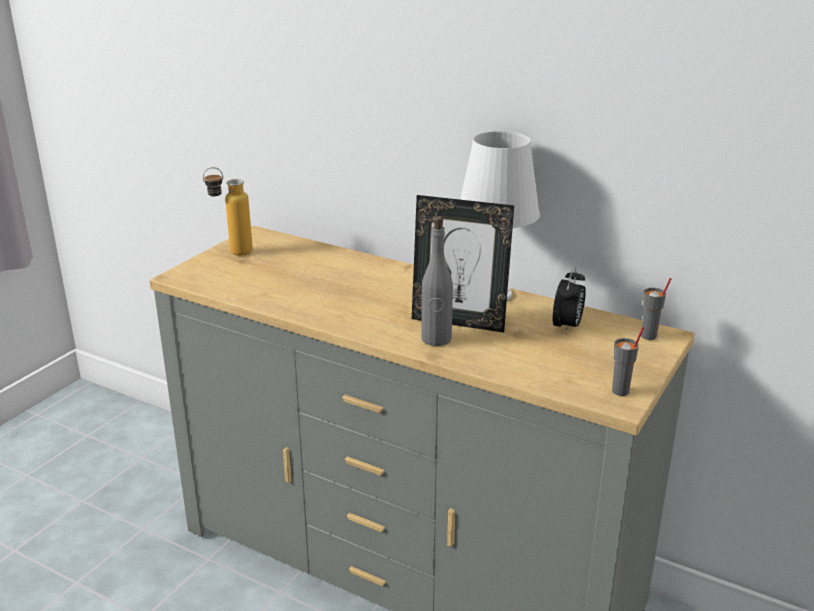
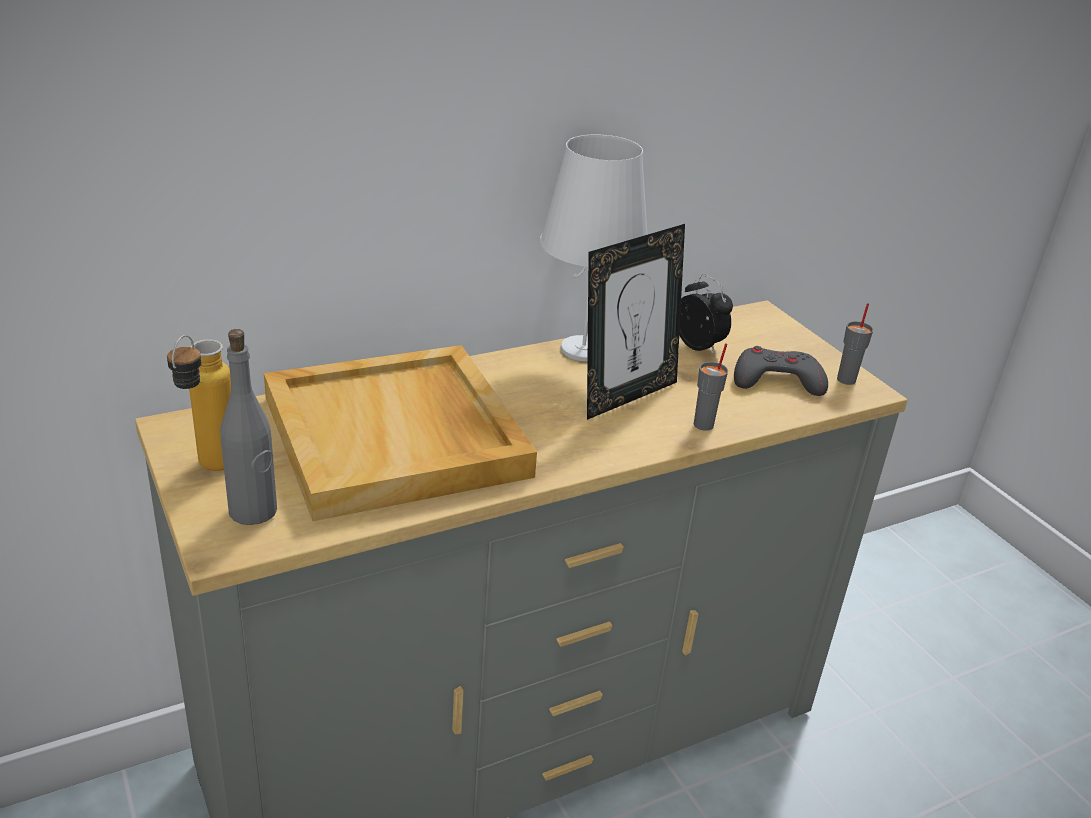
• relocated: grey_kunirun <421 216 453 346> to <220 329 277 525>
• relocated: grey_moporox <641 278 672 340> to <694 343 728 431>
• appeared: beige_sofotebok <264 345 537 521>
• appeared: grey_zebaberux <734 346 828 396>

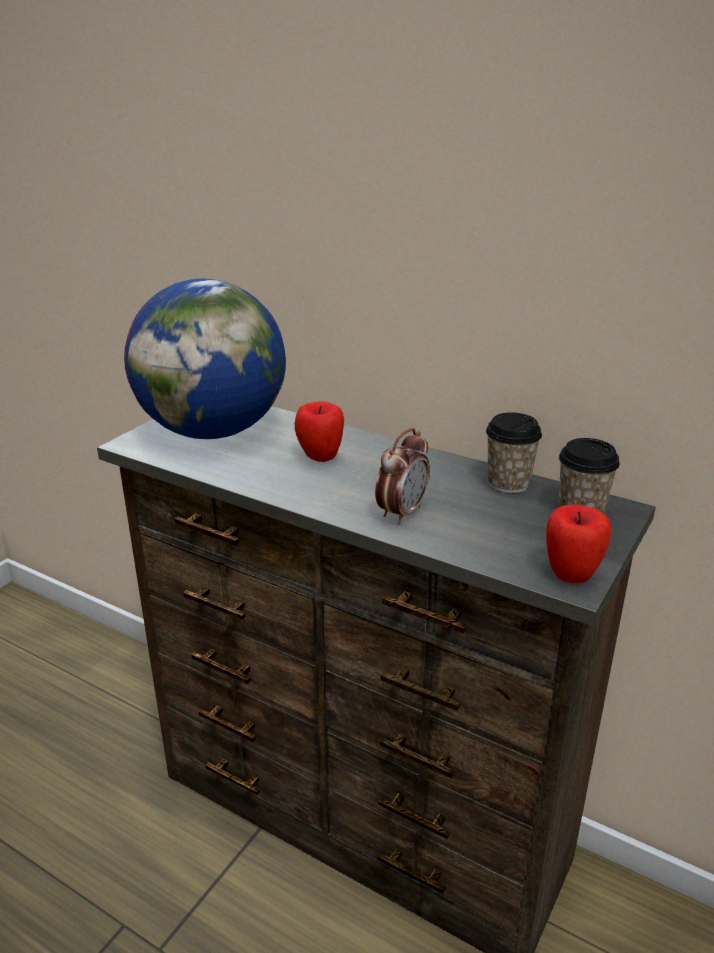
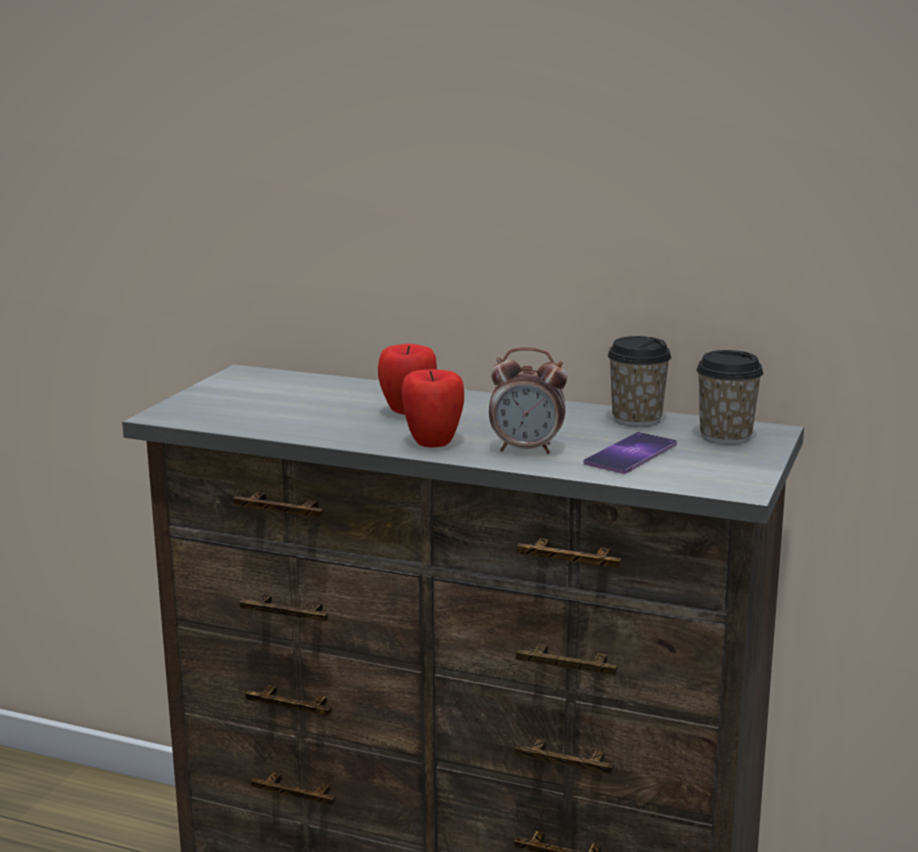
• missing: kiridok <124 279 286 439>
• spun: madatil <375 428 430 525> = <489 347 567 454> 75 degrees clockwise
• relocated: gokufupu <546 505 611 583> to <402 369 464 447>
• appeared: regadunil <583 432 677 474>

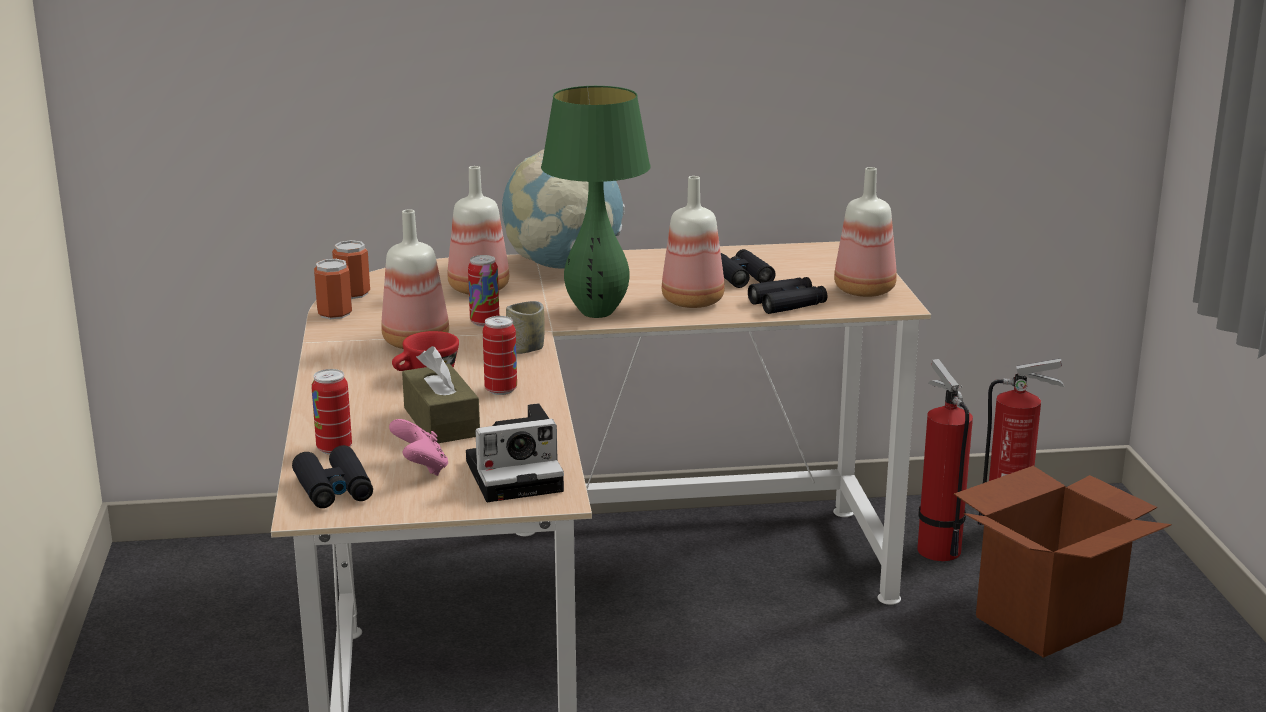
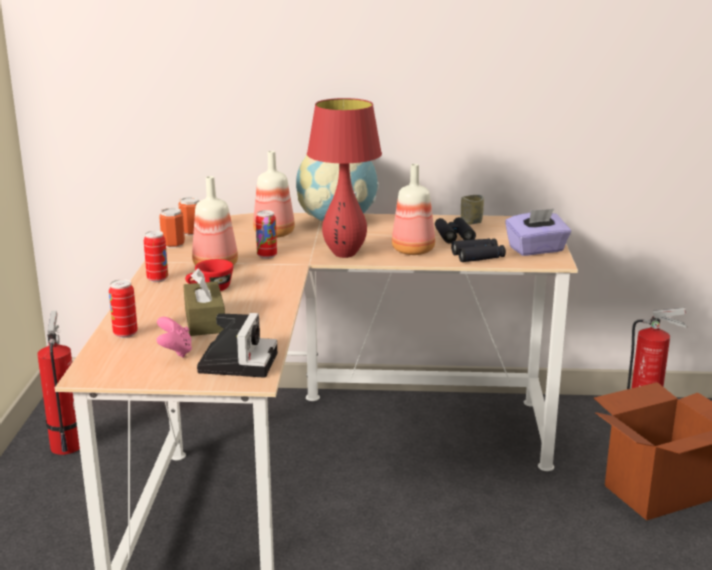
• colour: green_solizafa <541 86 651 318> to red_solizafa <307 98 382 258>
• exchanged: kunirun <834 167 897 297> to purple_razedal <505 209 571 256>
• relocated: moporox <506 301 545 354> to <461 195 484 225>
• relocated: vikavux <483 316 517 395> to <144 231 168 282>
• relocated: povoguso <917 359 973 561> to <37 311 80 455>
• spun: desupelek <466 403 564 502> = <197 313 277 378> 75 degrees counterclockwise
• missing: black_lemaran <292 445 373 508>

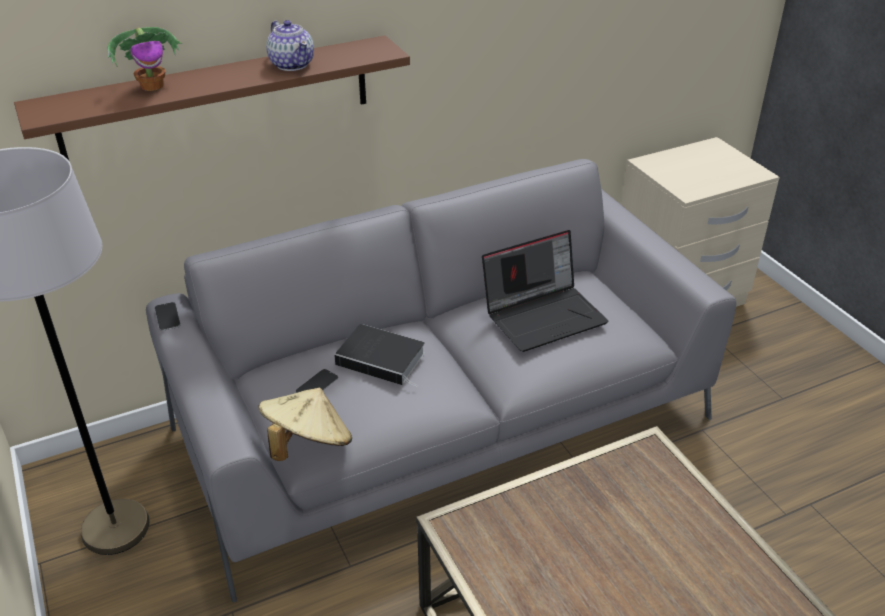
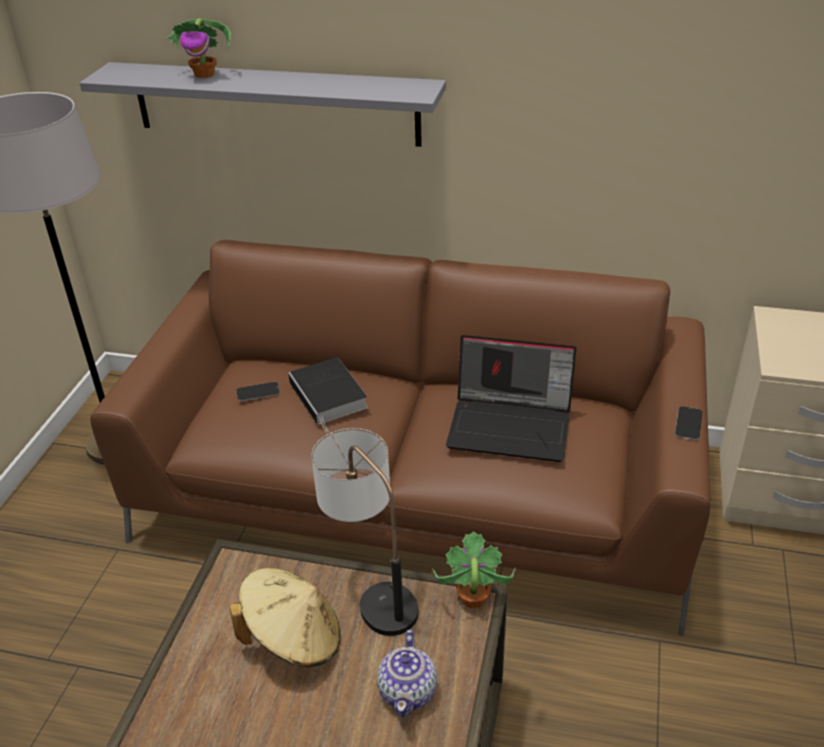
• relocated: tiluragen <266 20 314 71> to <377 629 437 717>
• colour: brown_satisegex <14 35 410 160> to grey_satisegex <80 62 446 147>
• colour: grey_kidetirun <146 159 736 602> to brown_kidetirun <90 240 710 636>
• relocated: regadunil <155 302 181 331> to <675 406 703 440>
• relocated: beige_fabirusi <258 387 352 461> to <229 568 340 667>
• appeared: solizafa <311 428 419 636>
• appeared: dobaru <432 531 516 608>

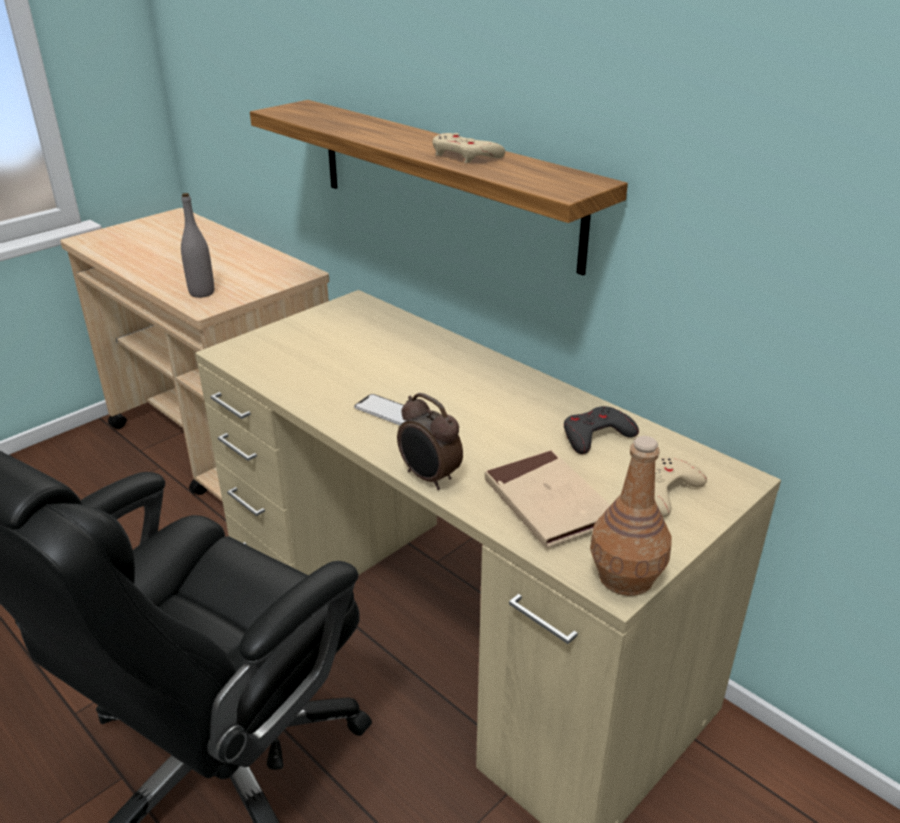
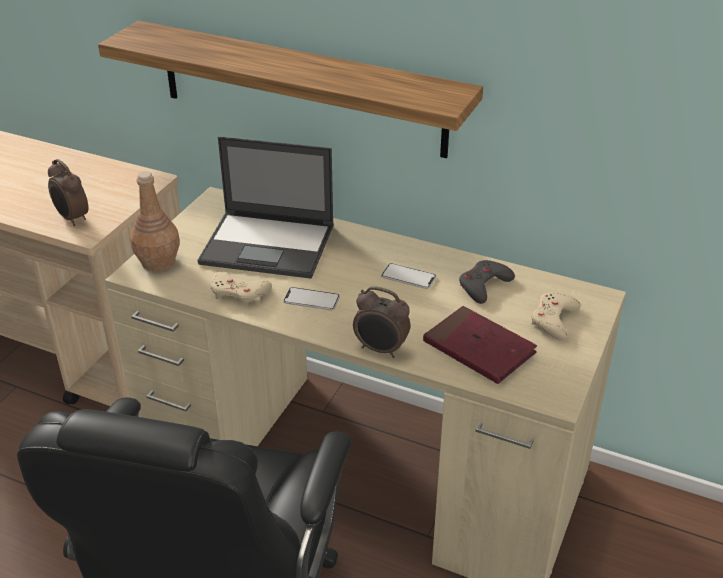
• relocated: beige_zebaberux <432 133 505 163> to <211 271 272 306>
• exchanged: grey_kunirun <181 193 214 298> to madatil <48 159 88 226>
• relocated: brown_kunirun <590 436 672 596> to <130 171 180 272>
• colour: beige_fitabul <485 450 610 548> to red_fitabul <423 306 537 384>
• appeared: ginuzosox <198 137 334 279>
• appeared: regadunil <381 263 436 289>

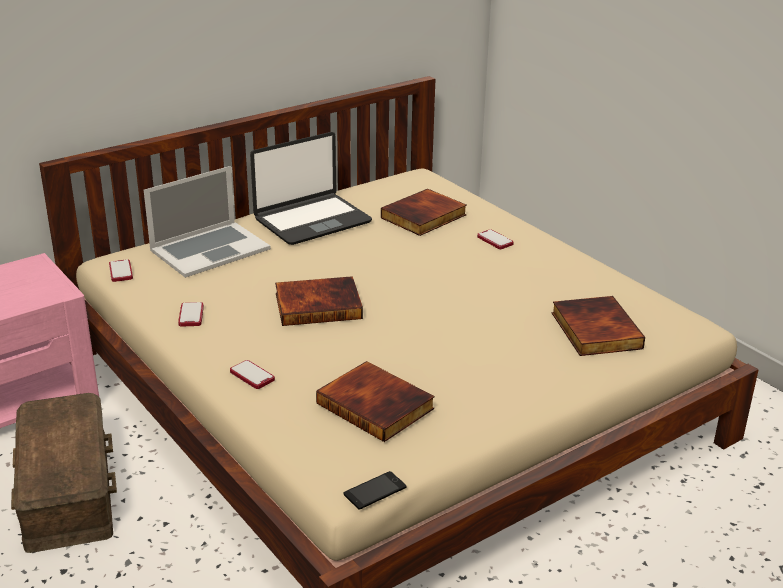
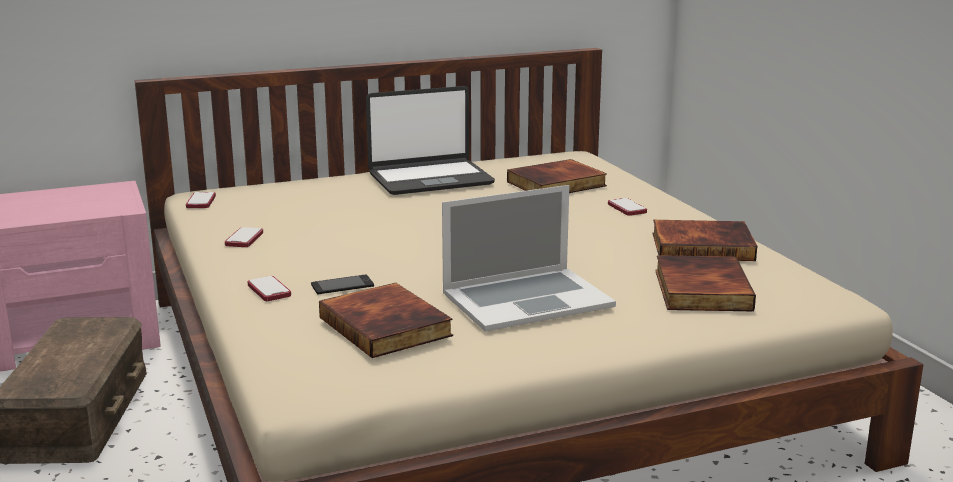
• relocated: ginuzosox <144 166 271 278> to <442 185 616 332>
• relocated: fitabul <275 276 363 326> to <653 220 757 261>
• relocated: regadunil <344 471 406 510> to <311 275 374 294>

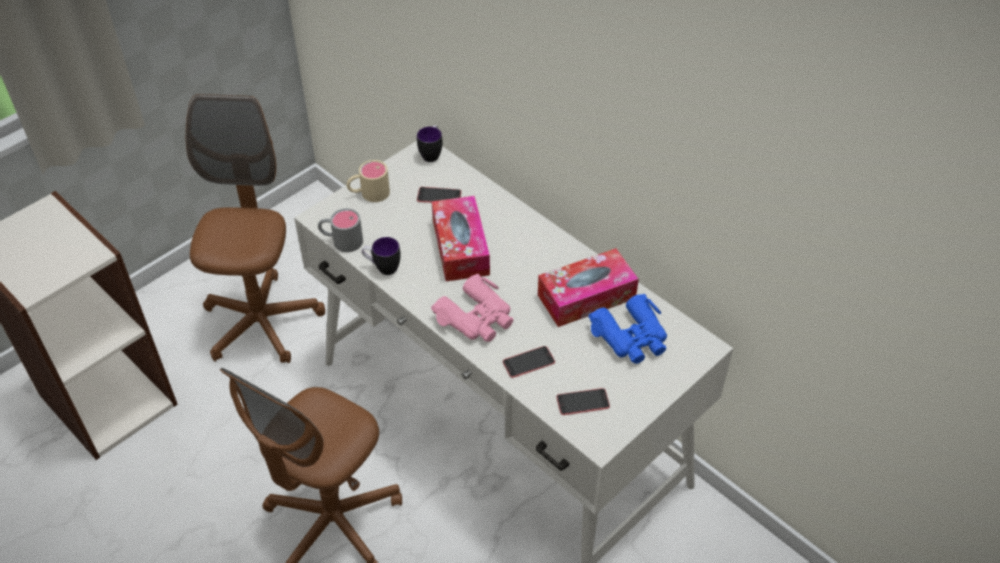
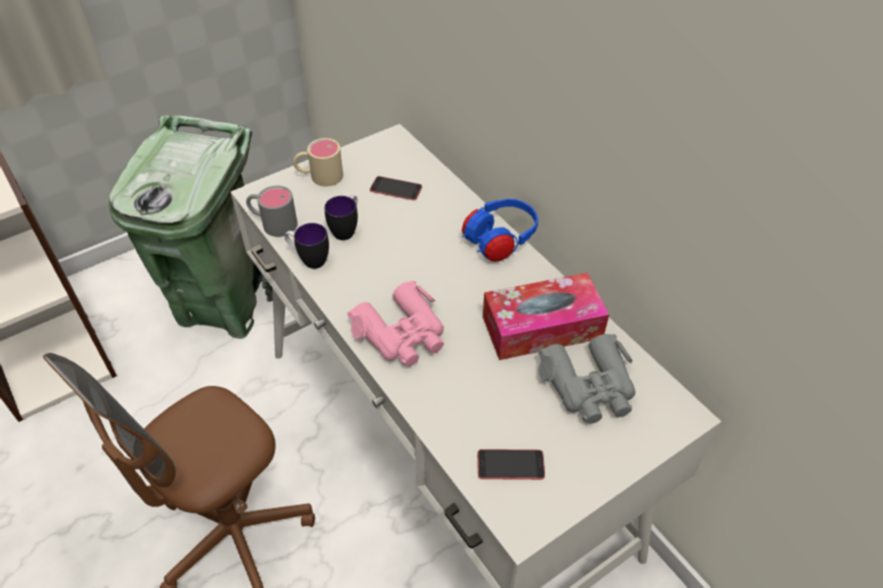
• exchanged: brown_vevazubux <186 94 325 363> to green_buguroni <109 115 273 339>
• relocated: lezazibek <417 125 442 162> to <324 195 358 240>
• missing: razedal <432 196 490 281>
• colour: blue_lemaran <588 294 667 364> to grey_lemaran <538 334 636 424>
• missing: regadunil <503 346 555 378>
• appeared: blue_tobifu <462 199 538 262>

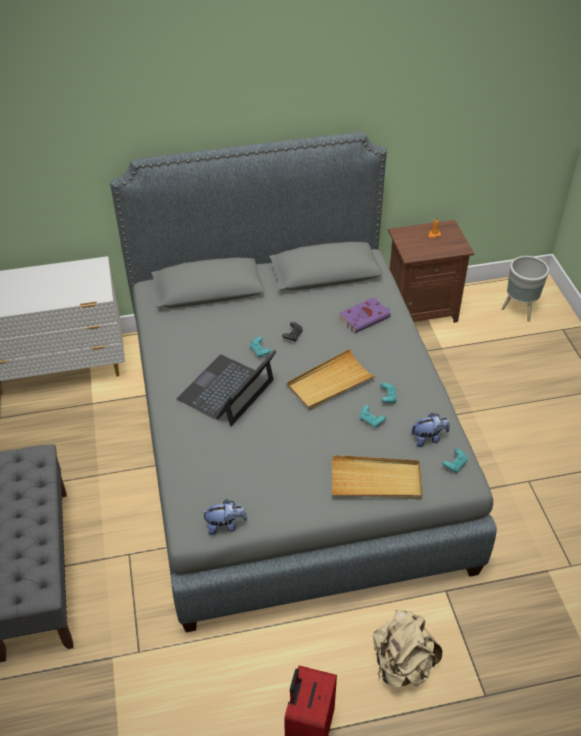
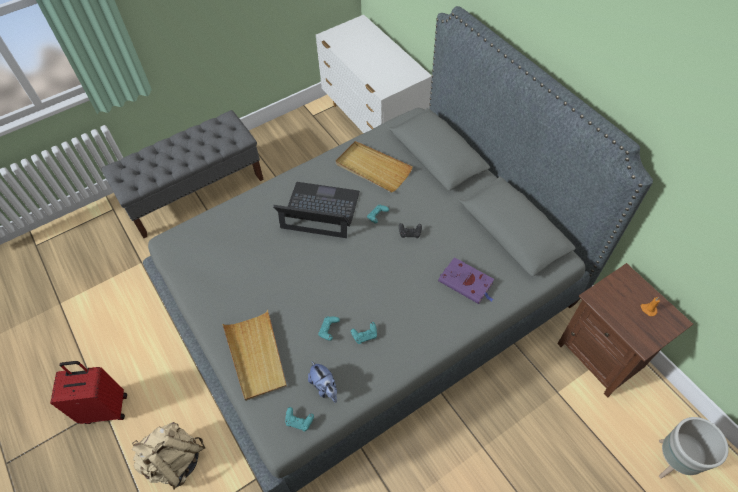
• relocated: beige_sofotebok <287 349 376 410> to <336 141 413 193>
• missing: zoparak <201 499 247 535>

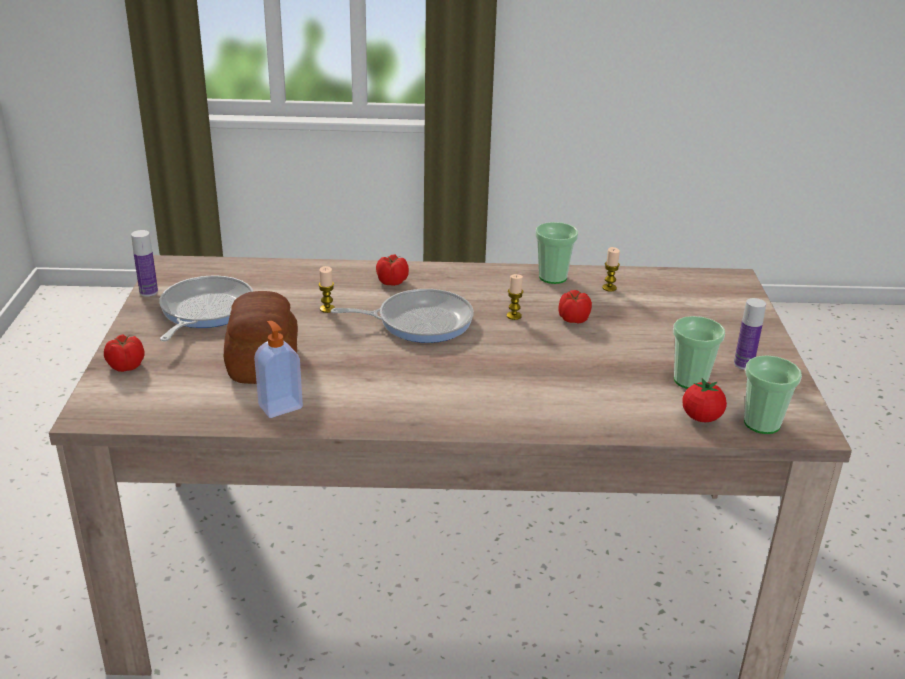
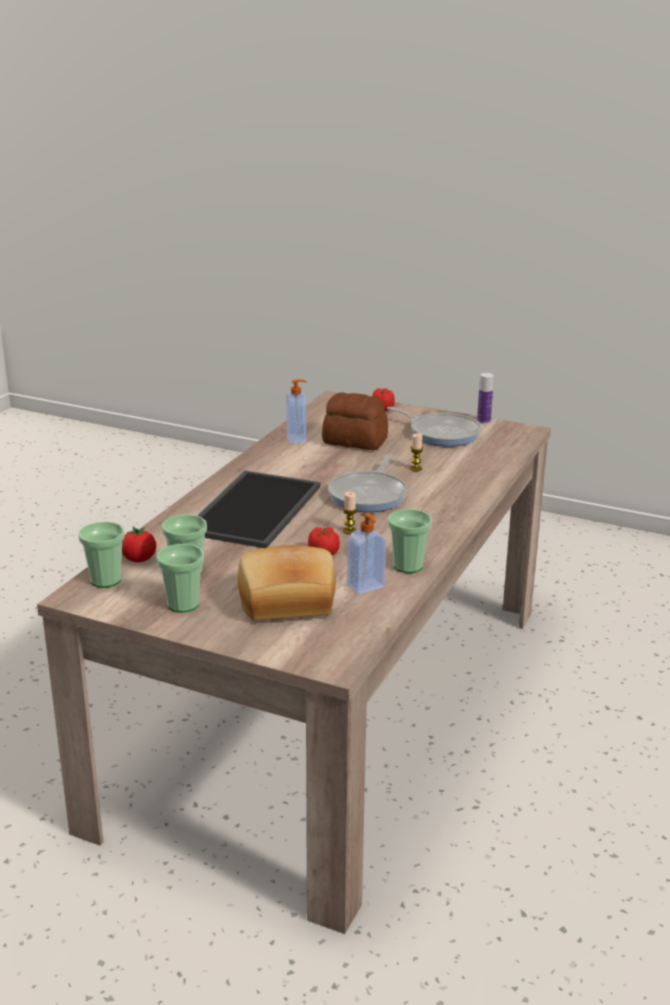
• exchanged: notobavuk <602 247 620 292> to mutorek <347 513 386 595>
• missing: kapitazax <376 254 409 286>
• exchanged: kunirun <734 298 766 370> to moporox <156 544 204 613>
• appeared: sofotebok <197 471 320 548>
• appeared: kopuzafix <238 545 336 621>

